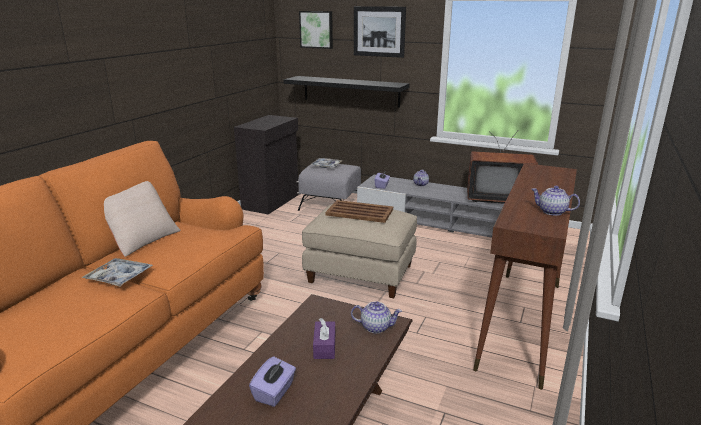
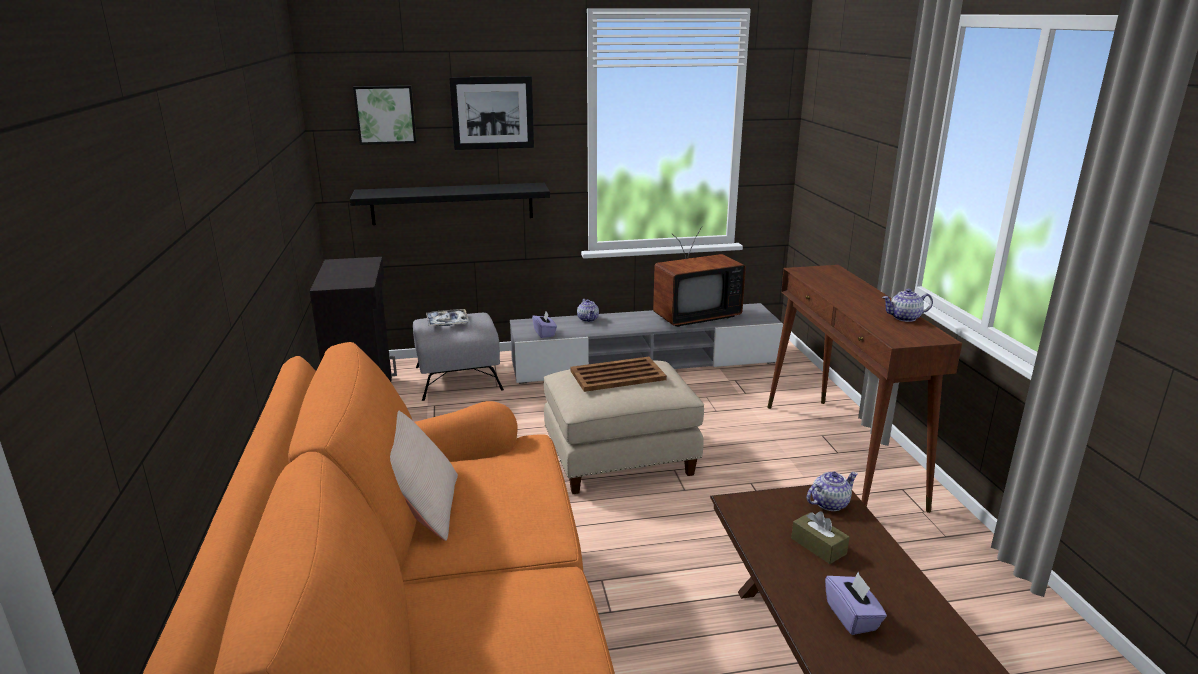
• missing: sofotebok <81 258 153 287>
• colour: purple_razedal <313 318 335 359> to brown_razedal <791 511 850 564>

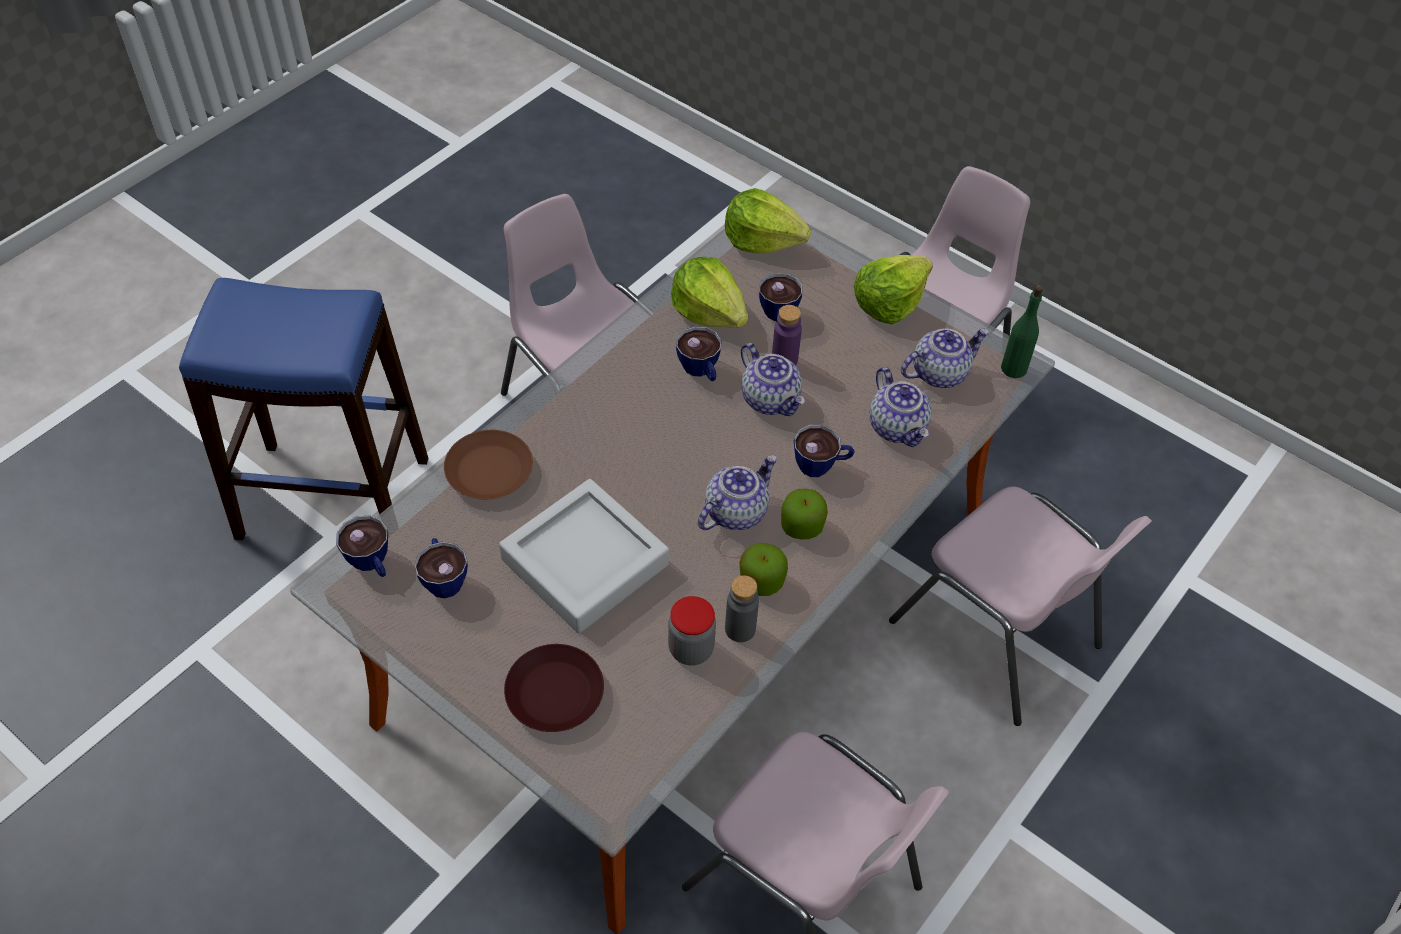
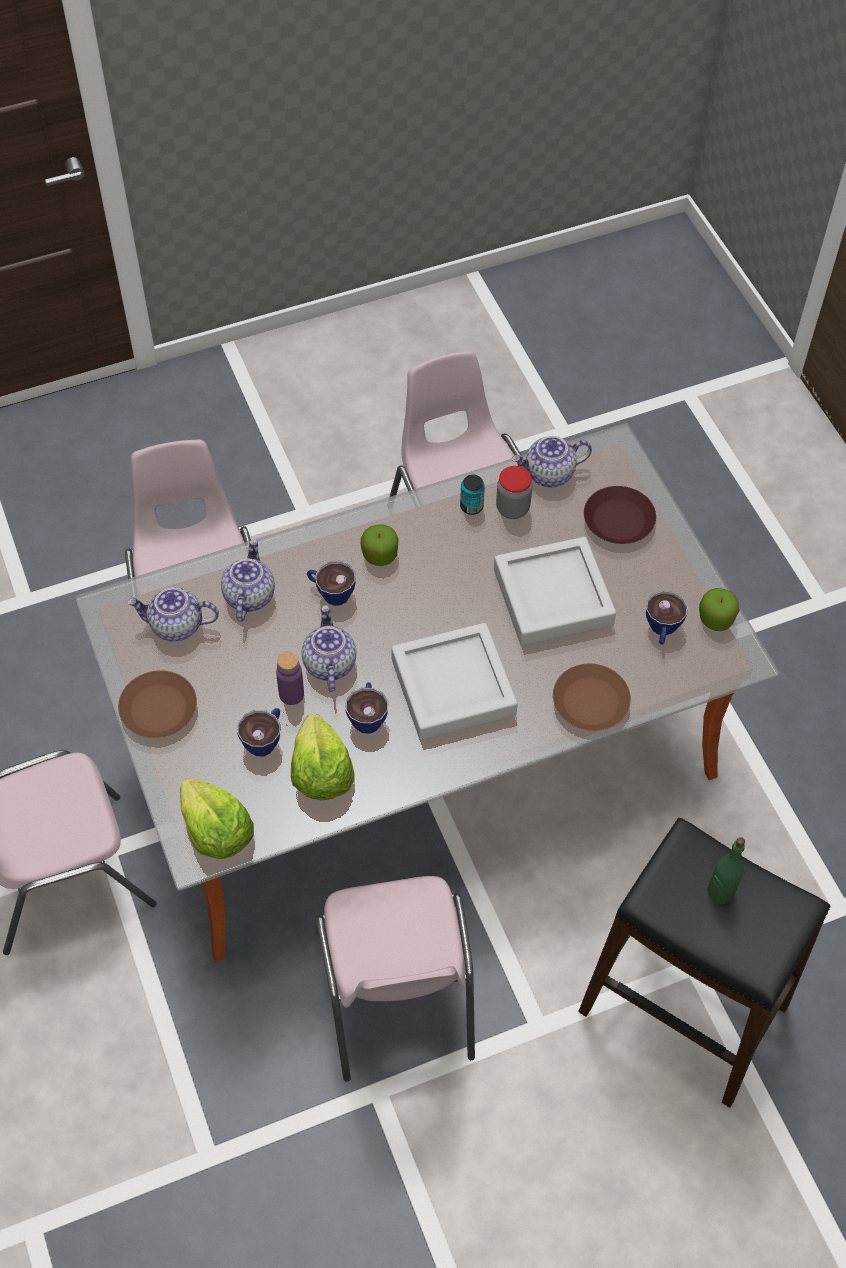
• exchanged: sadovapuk <854 255 933 324> to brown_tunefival <118 670 197 738>
• colour: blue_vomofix <179 278 429 540> to black_vomofix <578 818 831 1108>
• relocated: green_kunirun <1001 285 1043 378> to <707 837 745 904>
• relocated: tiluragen <698 455 777 530> to <511 436 592 487>
• missing: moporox <336 516 388 577>
• relocated: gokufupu <740 543 788 596> to <699 588 740 631>
• exchanged: grey_kunirun <725 575 759 642> to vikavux <460 475 485 515>
• appeared: grey_sofotebok <391 623 518 741>

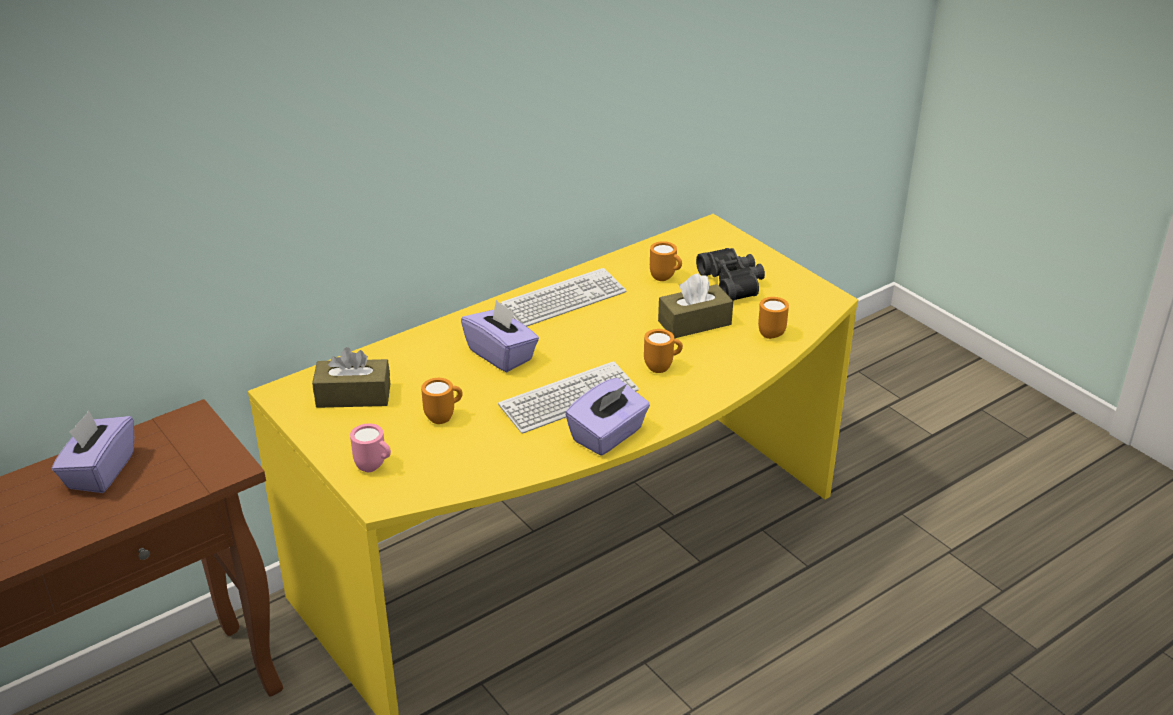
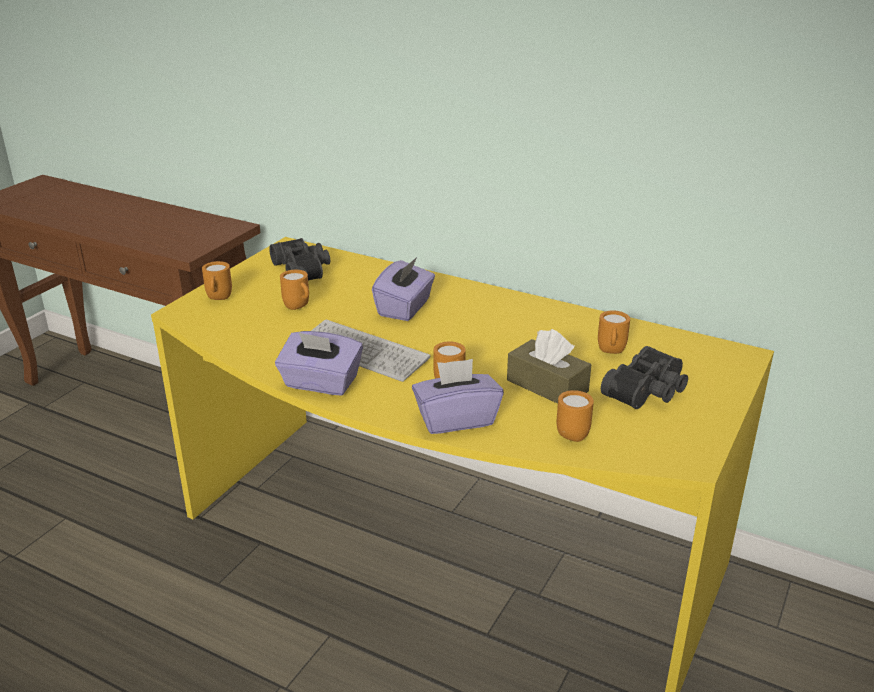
• missing: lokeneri <501 268 626 326>
• exchanged: brown_razedal <312 347 391 408> to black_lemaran <269 238 330 281>
• relocated: purple_razedal <52 410 134 493> to <412 359 504 434>
• colour: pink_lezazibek <350 424 391 472> to orange_lezazibek <202 261 232 300>

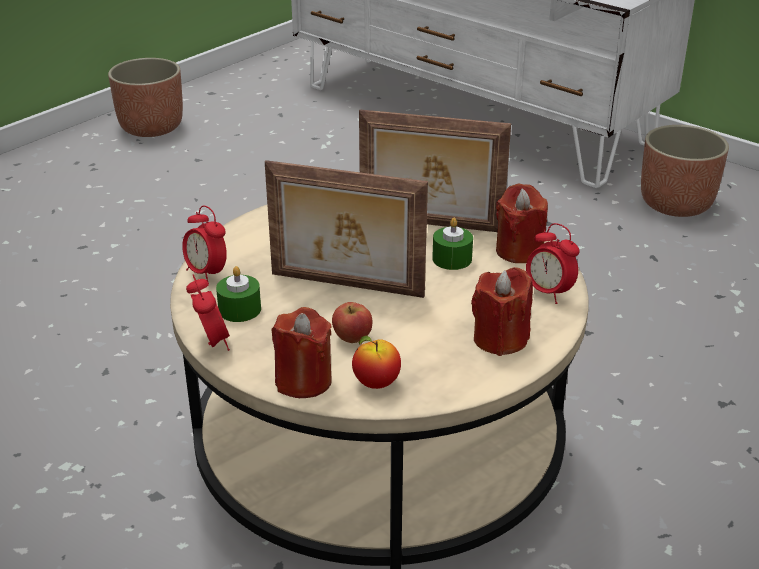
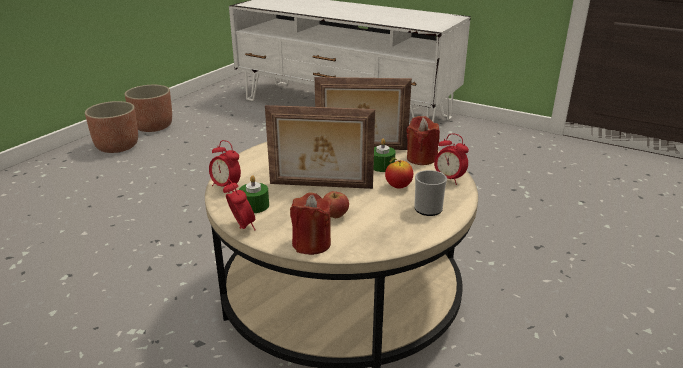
• relocated: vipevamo <641 125 729 217> to <85 101 138 153>
• exchanged: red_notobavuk <471 267 533 356> to lezazibek <414 170 447 216>
• relocated: gokufupu <352 336 401 389> to <385 157 413 189>

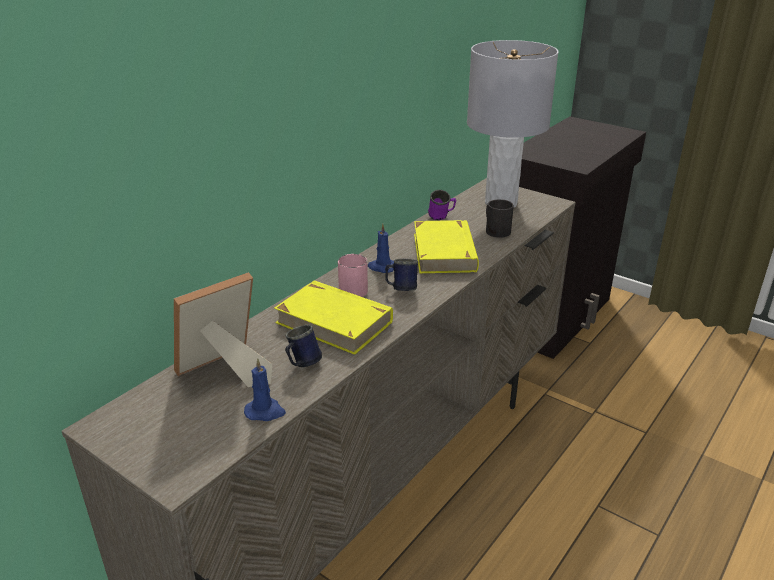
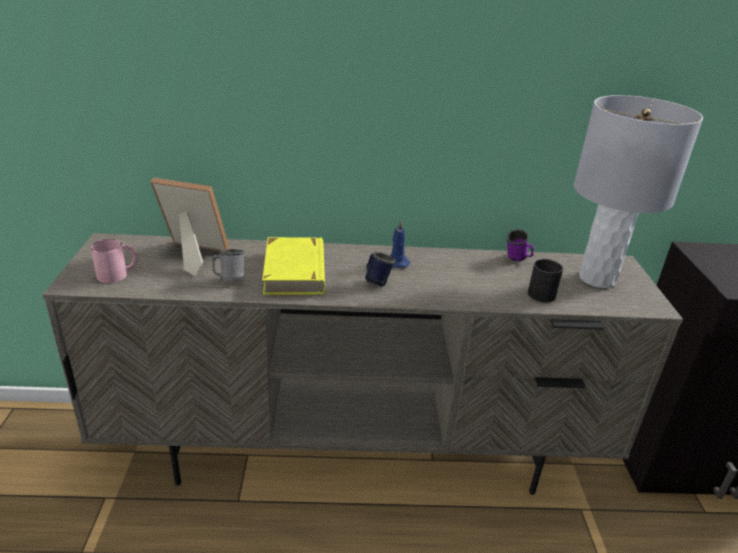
• missing: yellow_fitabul <414 220 479 273>
• relocated: pink_lezazibek <338 254 368 297> to <91 239 138 283>
• colour: blue_lezazibek <285 325 322 367> to grey_lezazibek <212 249 244 281>
• missing: blue_notobavuk <244 358 286 421>

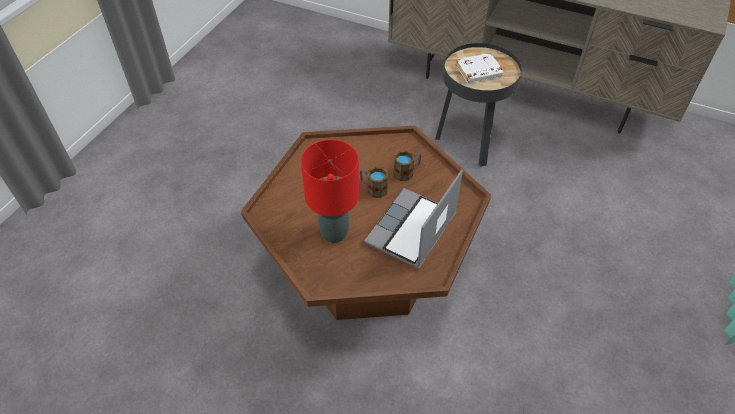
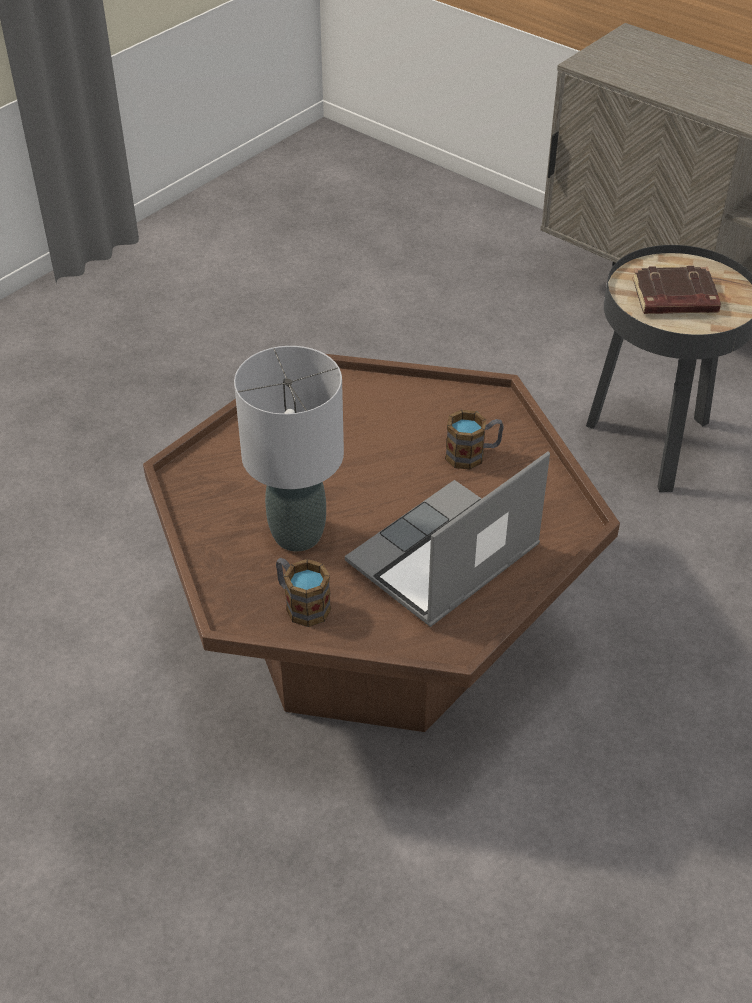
• colour: white_fitabul <456 53 503 83> to brown_fitabul <632 266 721 314>
• colour: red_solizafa <301 139 359 243> to grey_solizafa <234 346 344 552>
• relocated: lezazibek <360 167 388 198> to <276 558 331 627>

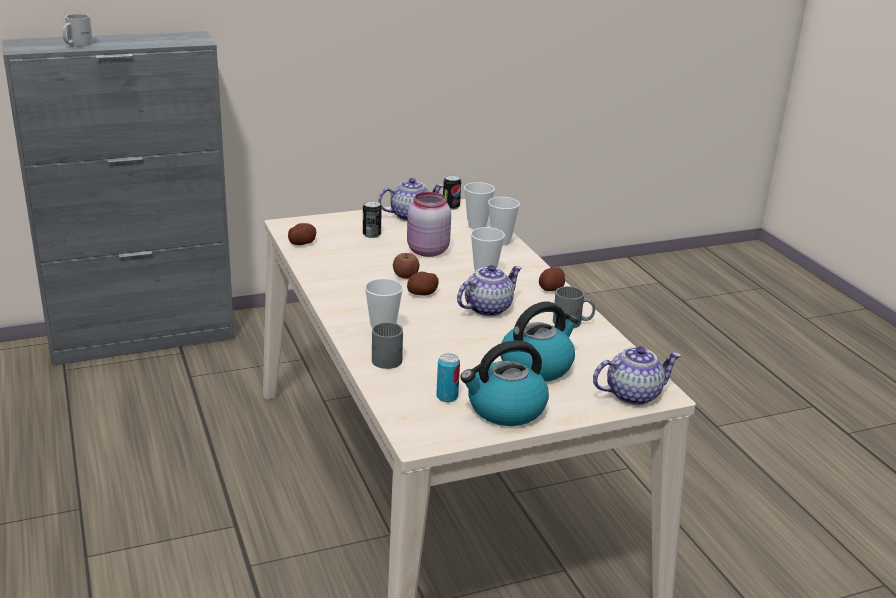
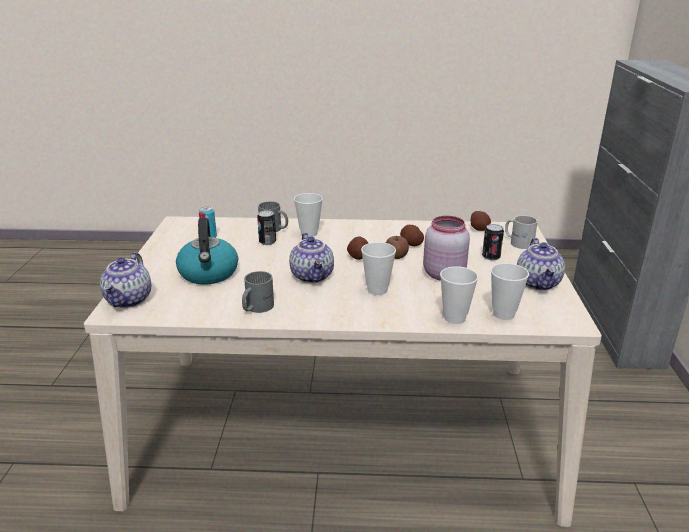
• relocated: white_lezazibek <62 14 93 47> to <505 215 538 249>
• relocated: vikavux <443 175 461 210> to <257 210 276 245>
• relocated: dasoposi <539 267 565 291> to <400 225 424 246>
• missing: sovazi <460 340 549 426>

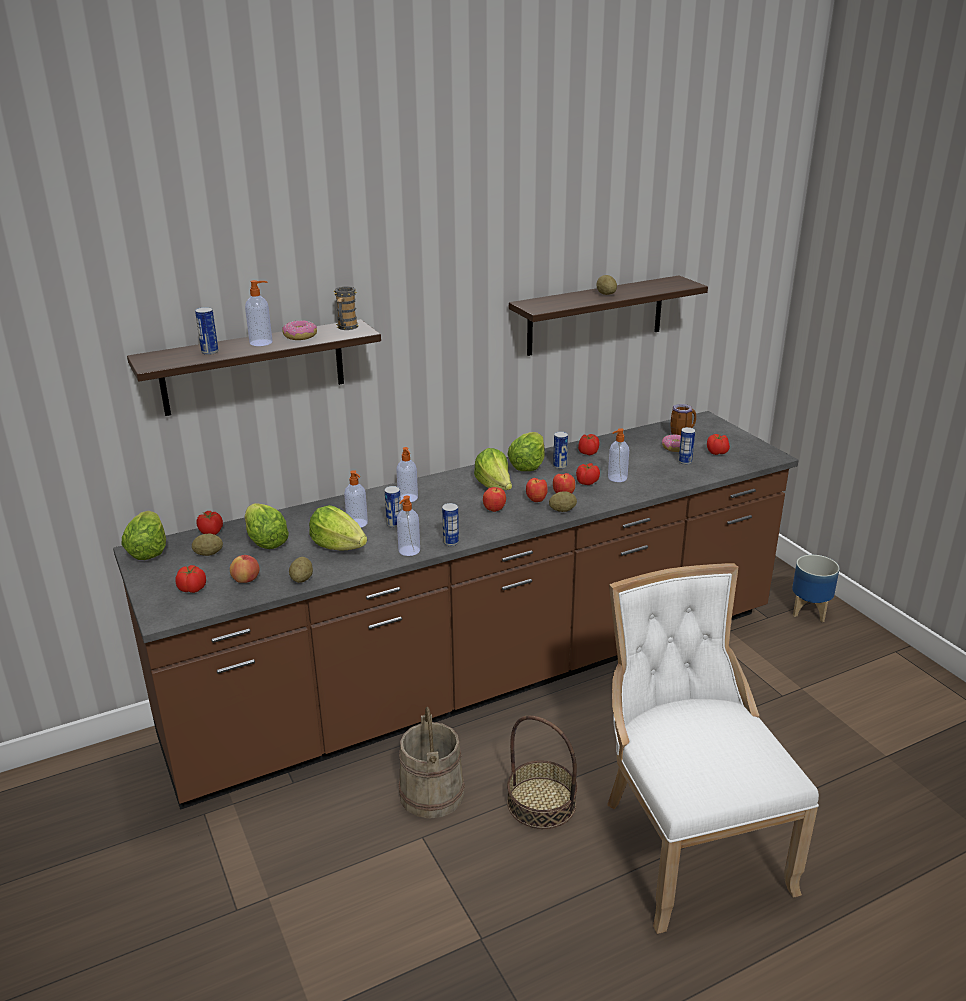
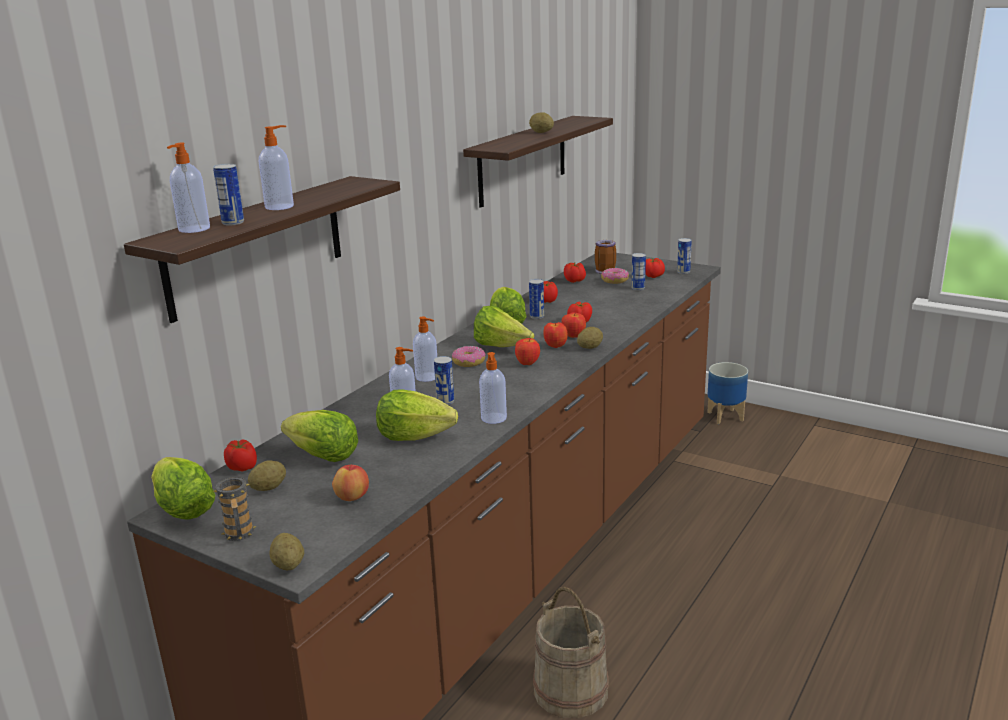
• relocated: lezazibek <333 287 359 330> to <213 477 257 541>
• relocated: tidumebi <282 320 317 340> to <452 346 486 367>
• relocated: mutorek <608 428 629 482> to <167 143 210 233>
• relocated: vikavux <442 503 459 546> to <677 238 692 274>
• relocated: dasoposi <289 557 313 583> to <269 533 304 570>
• missing: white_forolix <607 563 819 934>
• relocated: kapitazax <176 565 206 593> to <564 263 586 283>
• missing: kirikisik <507 715 577 829>

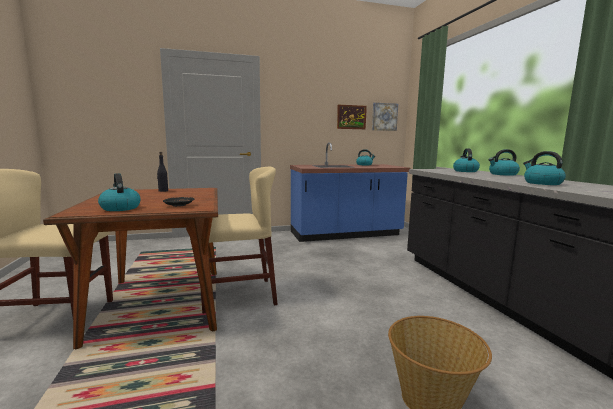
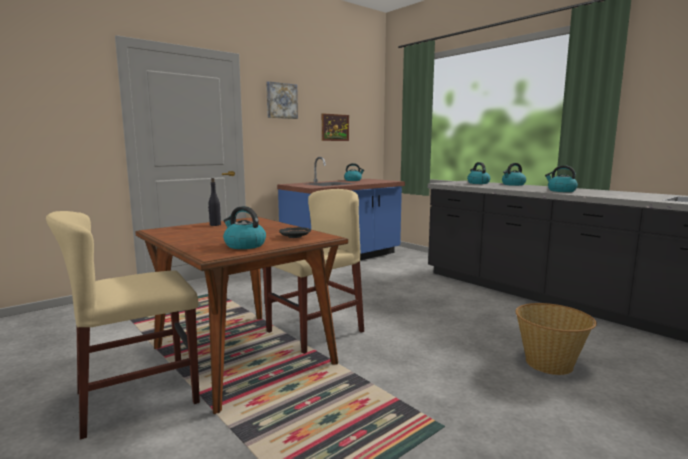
• relocated: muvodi <372 103 398 131> to <266 81 298 119>

